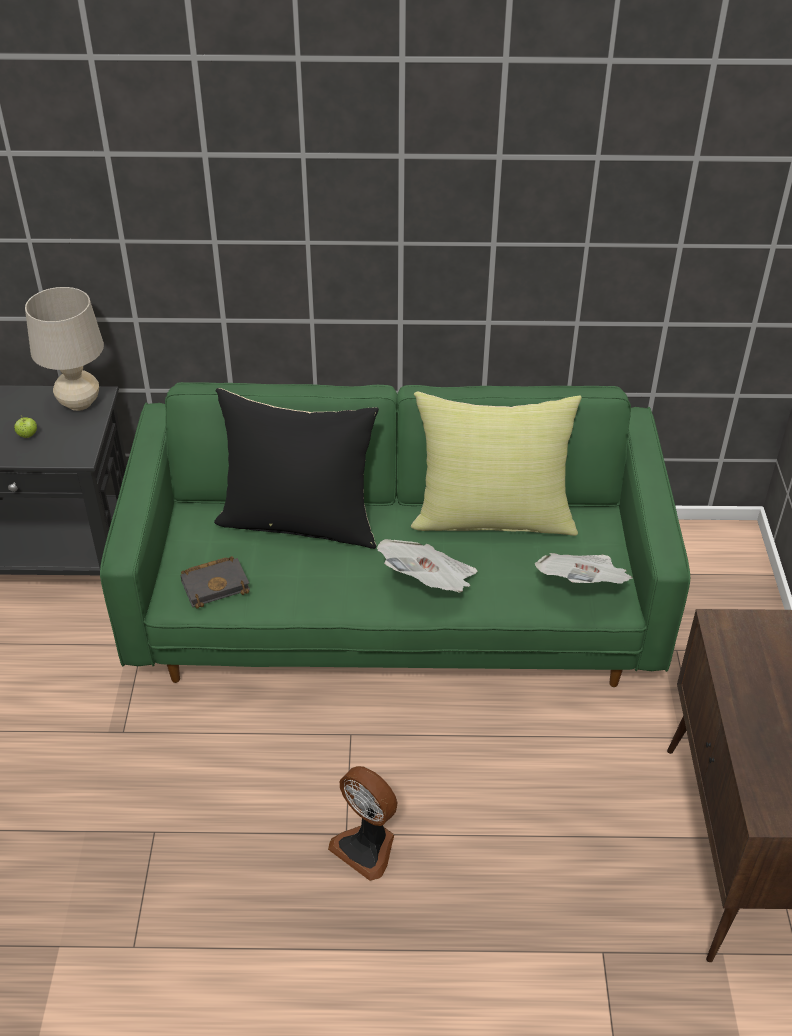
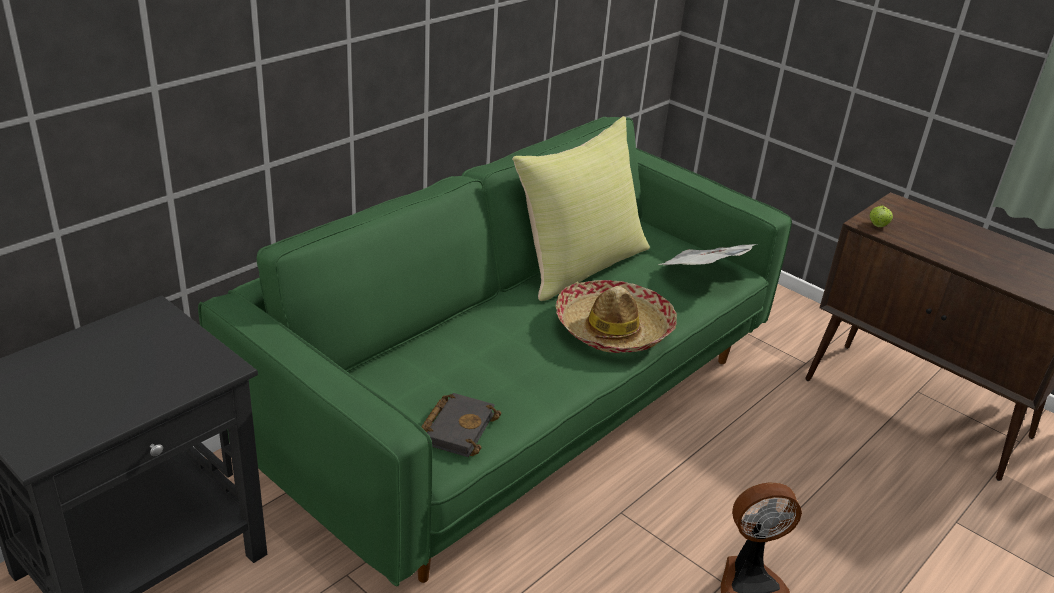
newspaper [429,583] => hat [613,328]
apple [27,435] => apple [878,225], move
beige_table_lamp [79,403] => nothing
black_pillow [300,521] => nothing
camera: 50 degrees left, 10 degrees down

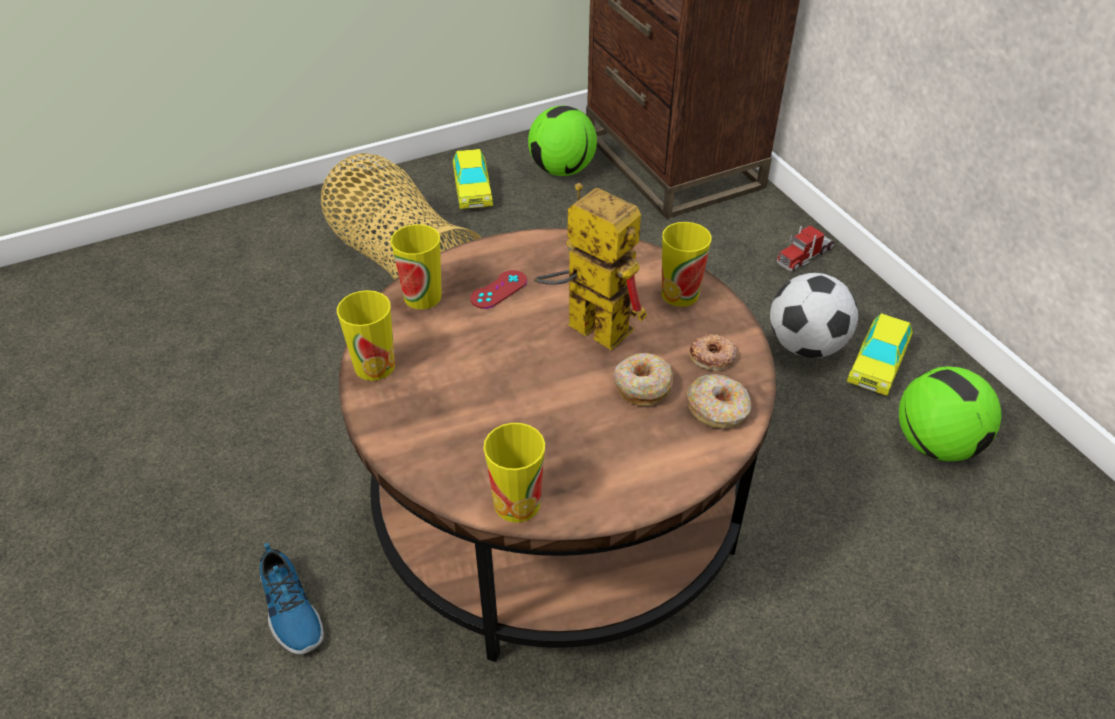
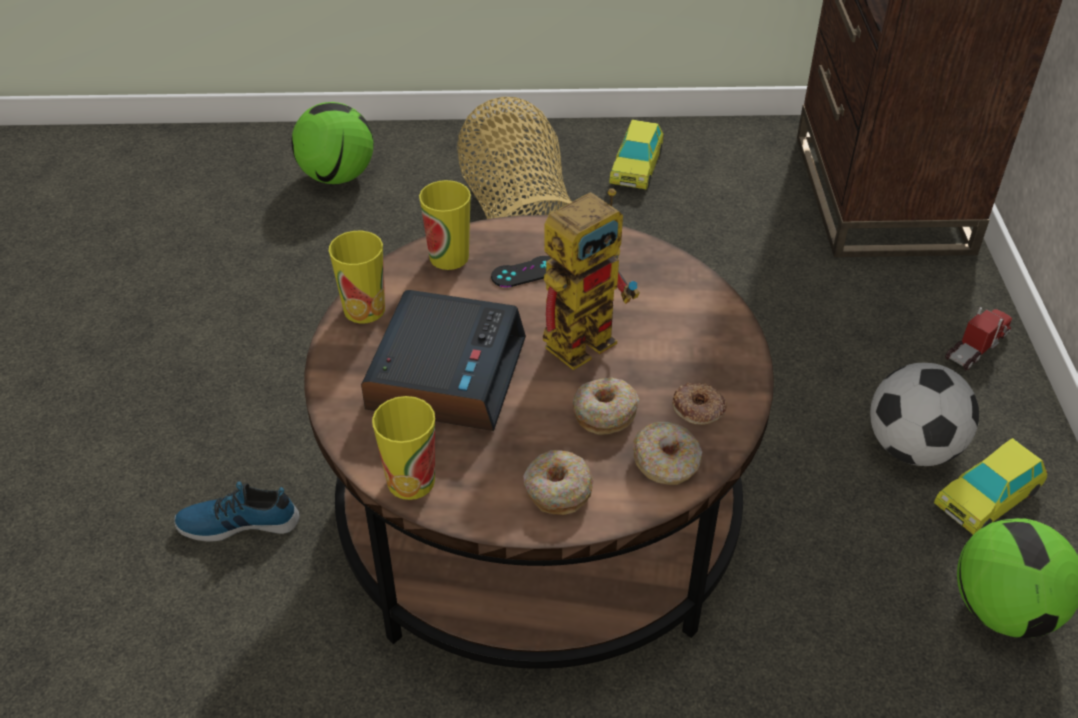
shoe [289,609] => shoe [239,521], 90 degrees clockwise
football [562,170] => football [338,176], move
nothing => alarm_clock [445,373]
red_game_controller [499,290] => black_game_controller [525,272]
nothing => donut [557,490]
toy_robot [585,325] => toy_robot [587,334], 75 degrees clockwise
toy_truck [805,256] => toy_truck [976,347], 150 degrees clockwise
cup [679,294] => nothing
camera: 25 degrees right, 0 degrees up

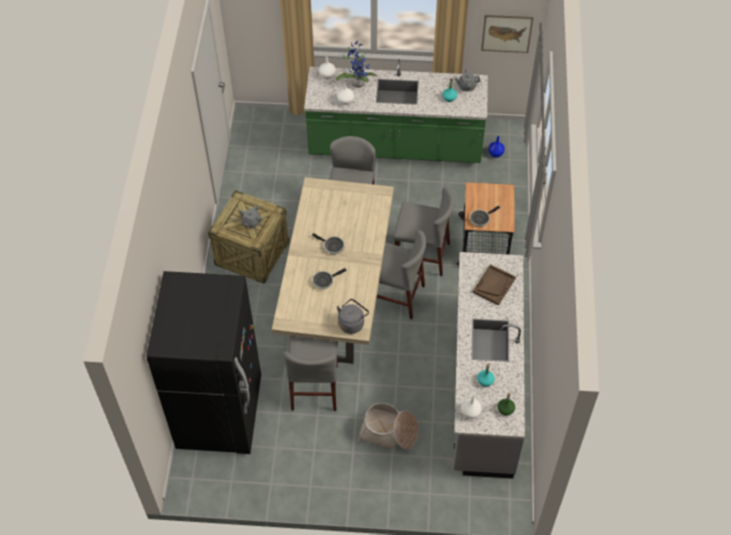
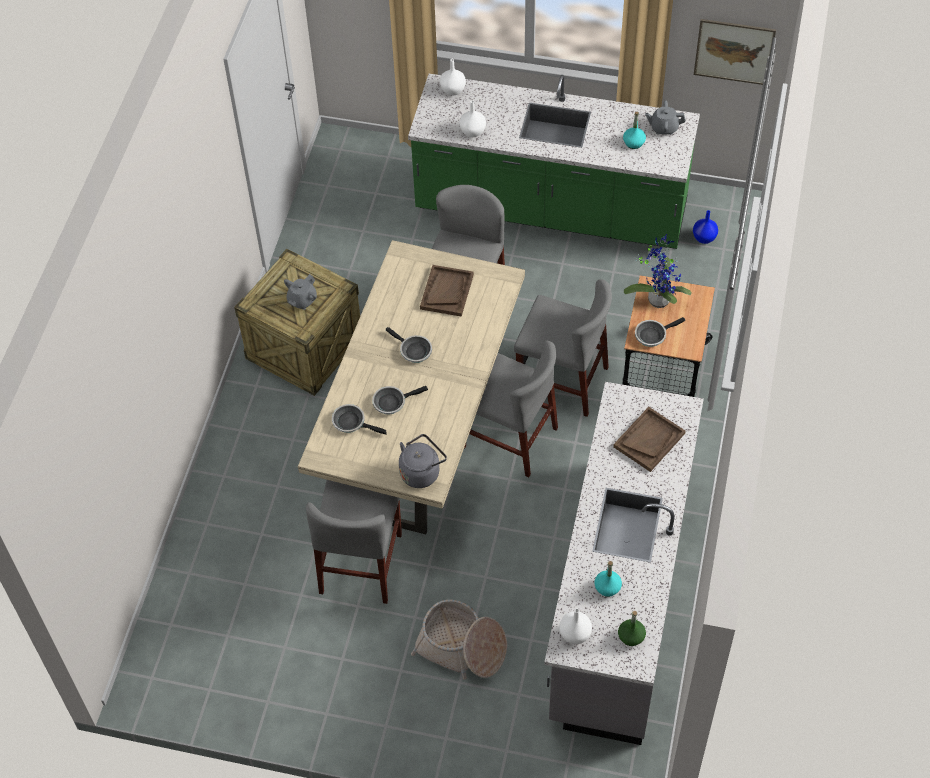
nothing => frying_pan [351,422]
nothing => brown_tray [446,291]
potted_plant [357,82] => potted_plant [658,298], move
black_fridge [220,413] => nothing
camera: 10 degrees right, 0 degrees up

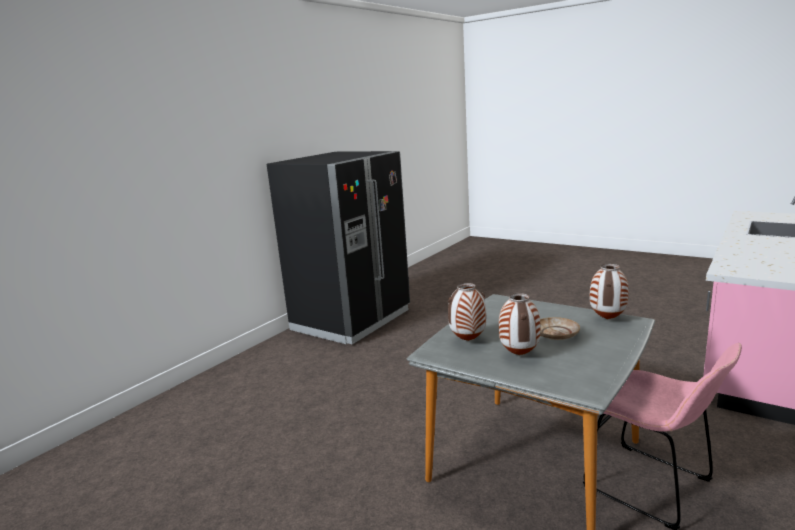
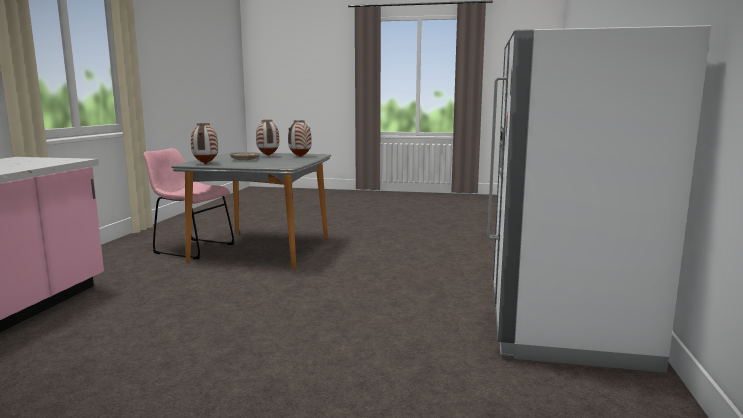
black_fridge [351,320] => white_fridge [564,327]
camera: 155 degrees right, 5 degrees down

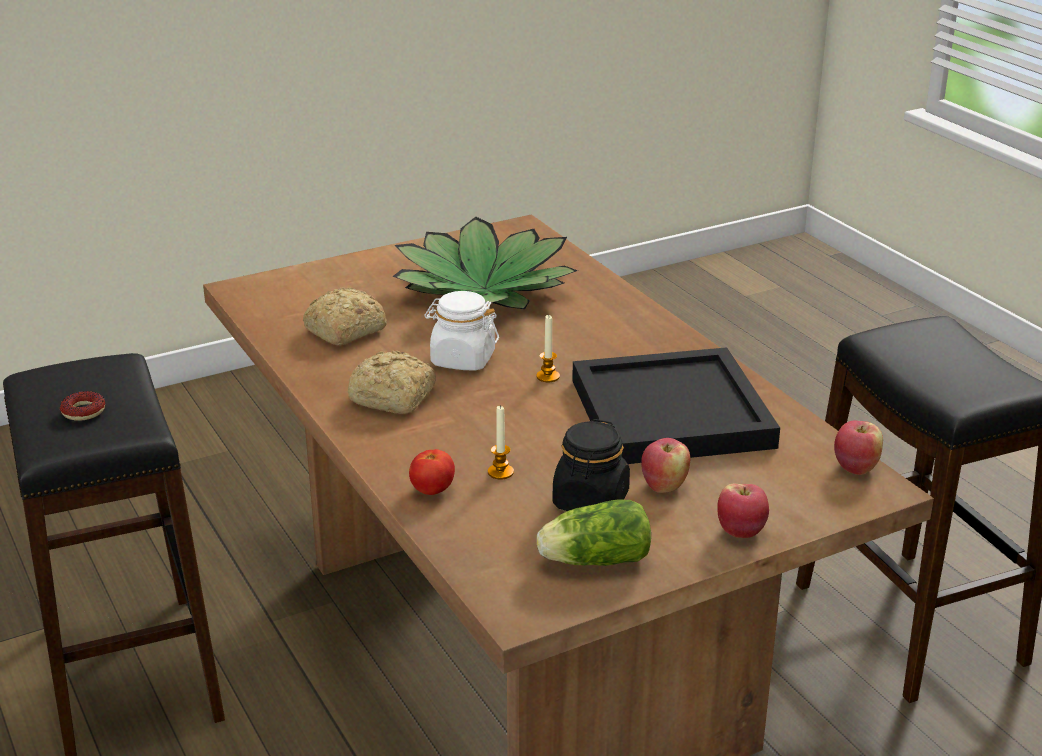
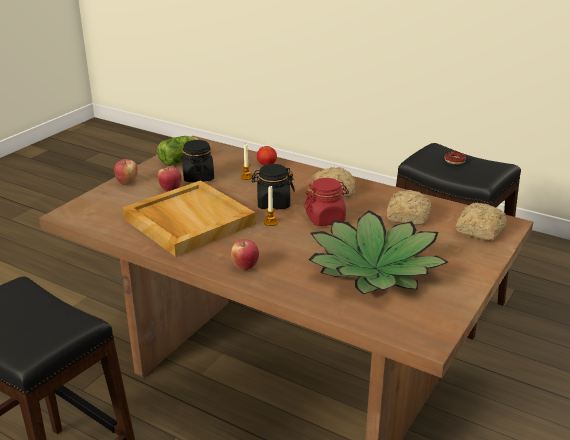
black_tray [673,414] => beige_tray [188,221]
apple [855,468] => apple [245,266], move
nothing => black_jar [273,203]
white_jar [462,359] => red_jar [325,219]
nothing => bread [479,231]
camera: 150 degrees right, 0 degrees up

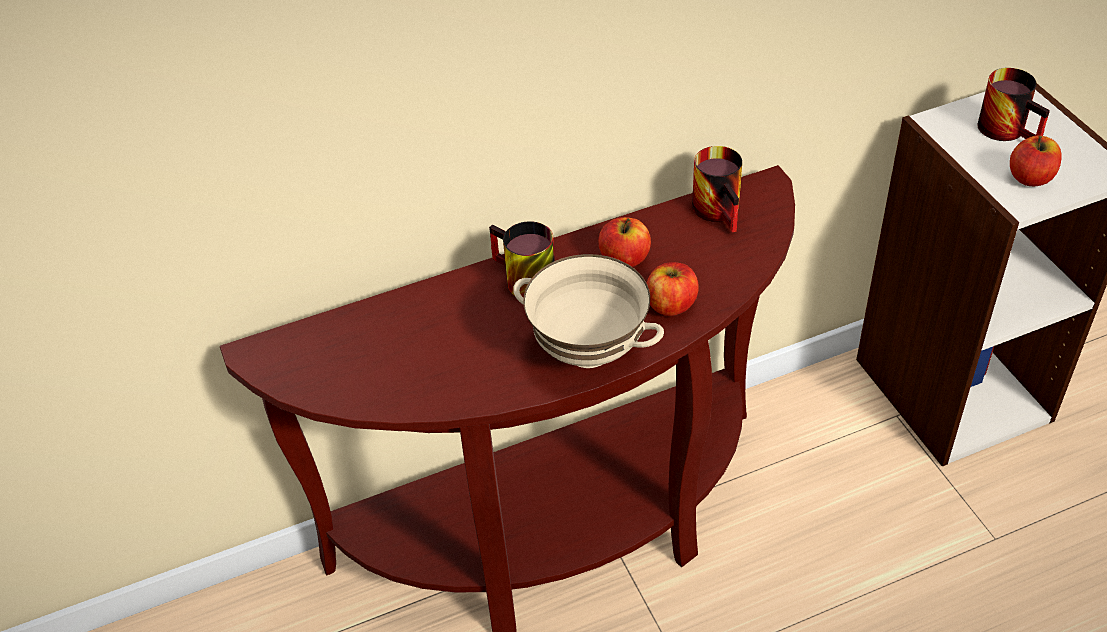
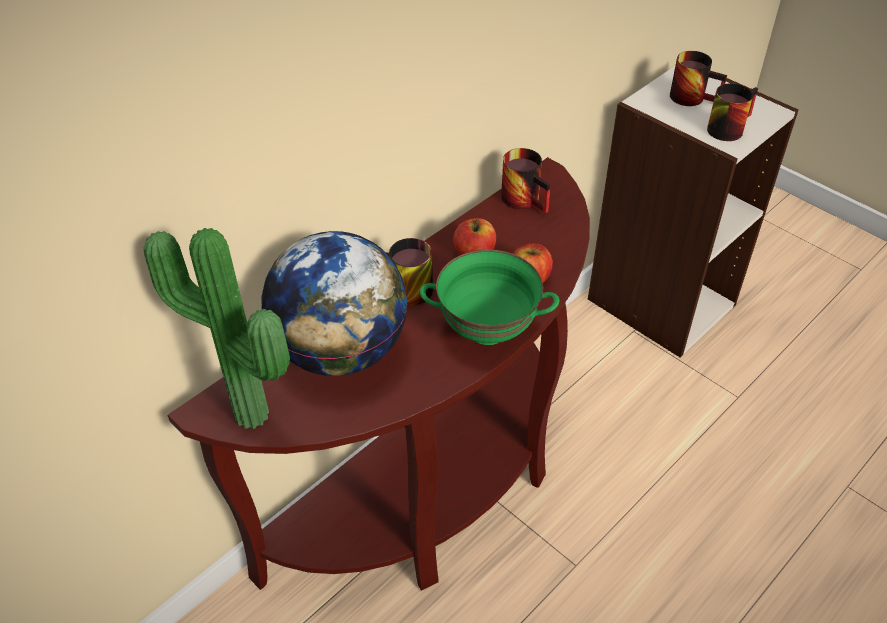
nothing => potted_plant [247,420]
nothing => globe [340,351]
beige_bowl [587,352] => green_bowl [487,331]
apple [1030,178] => mug [726,126]
camera: 25 degrees left, 0 degrees up

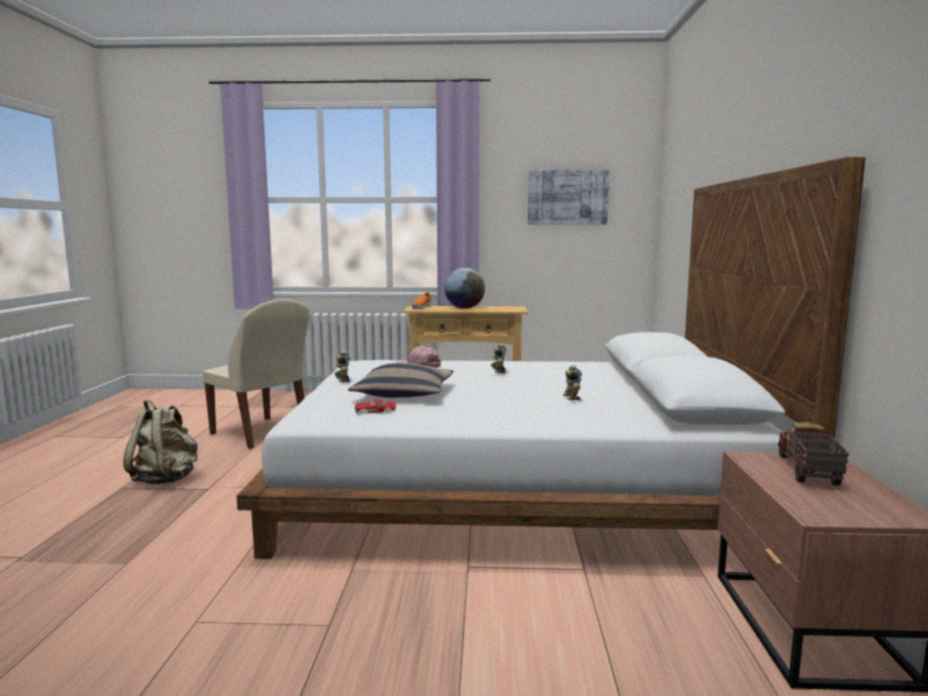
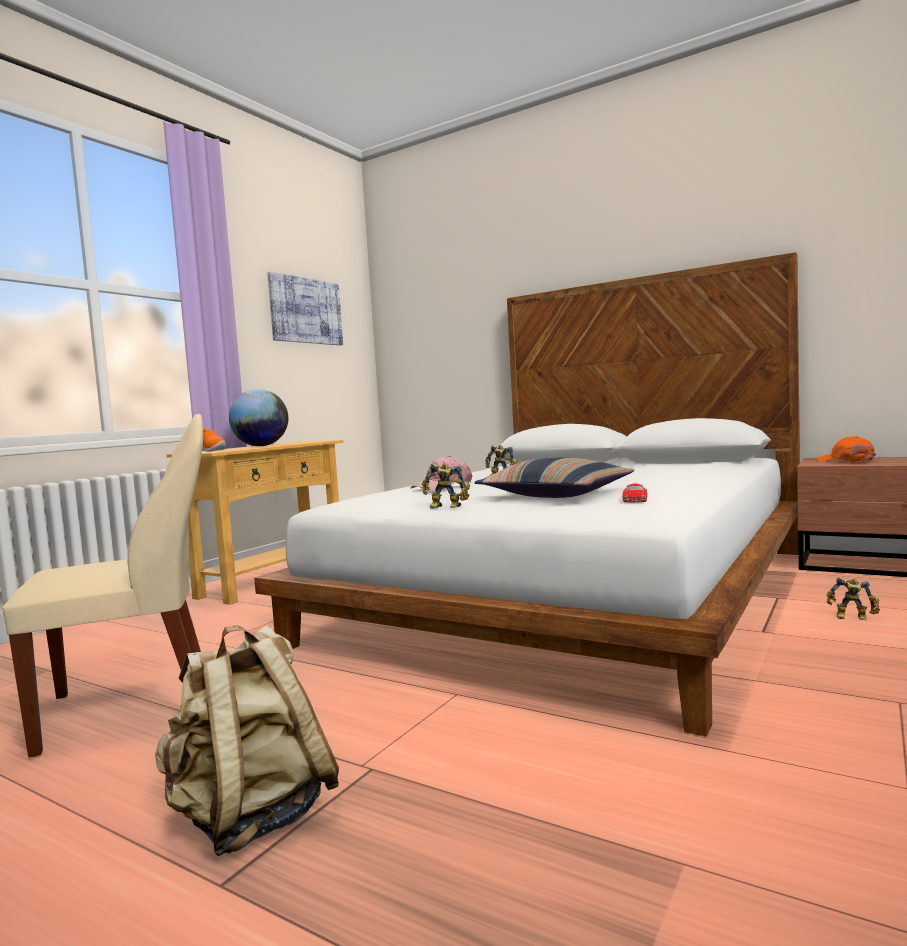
toy_truck [807,471] => orange_cap [846,461]
toy_robot [570,398] => toy_robot [853,618], move
camera: 60 degrees left, 5 degrees down

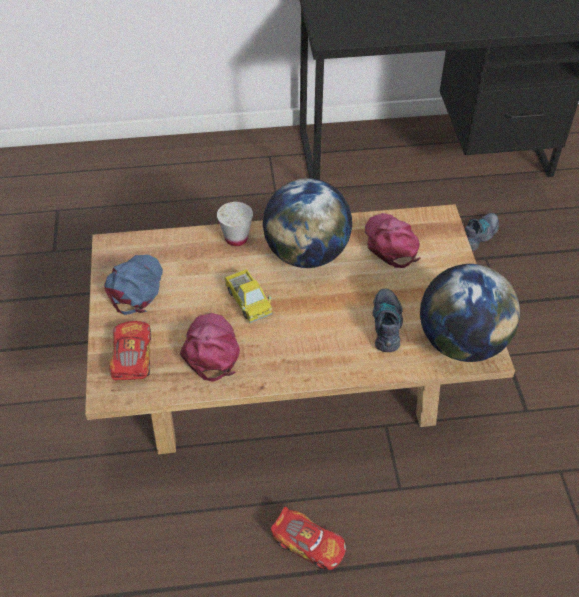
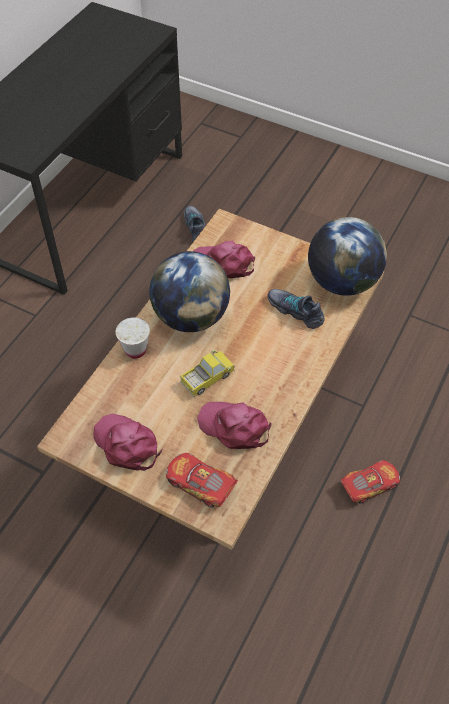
blue_cap [135,287] => pink_cap [127,444]
toy_truck [248,302] => toy_truck [207,378], 45 degrees counterclockwise
camera: 55 degrees left, 5 degrees up

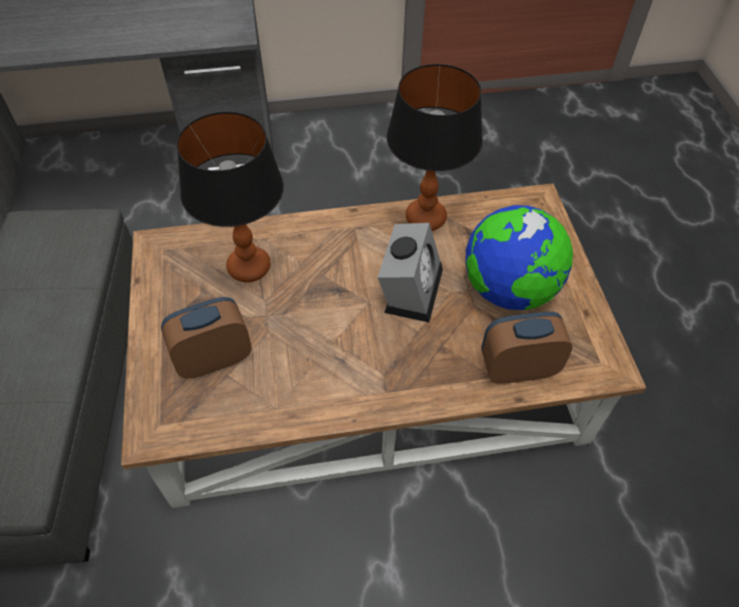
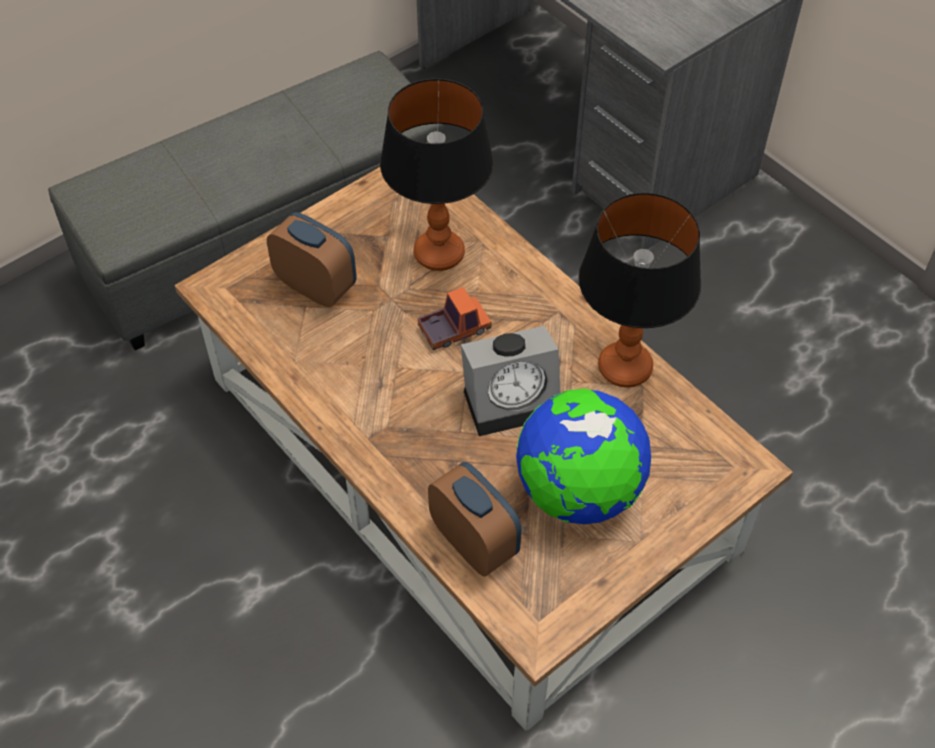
nothing => toy_truck [454,329]
camera: 60 degrees right, 0 degrees up

